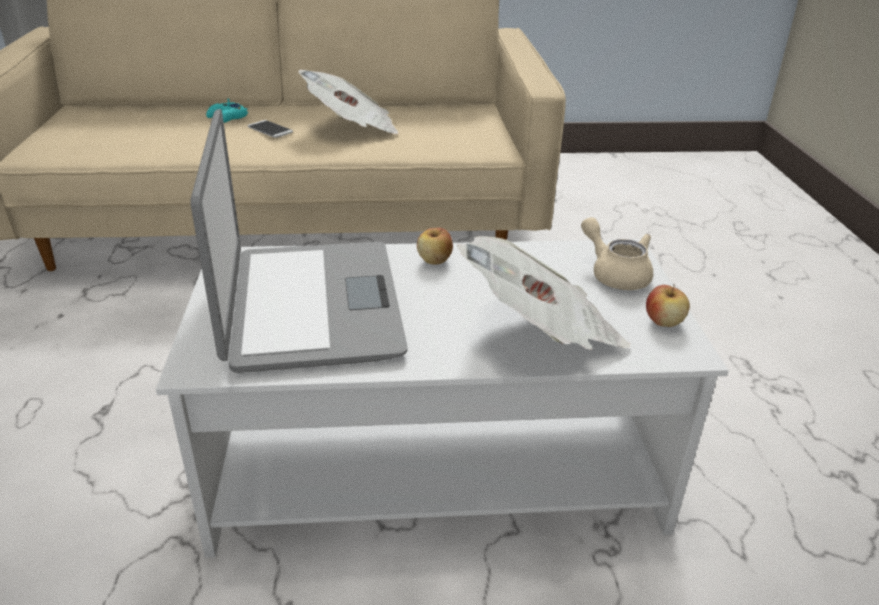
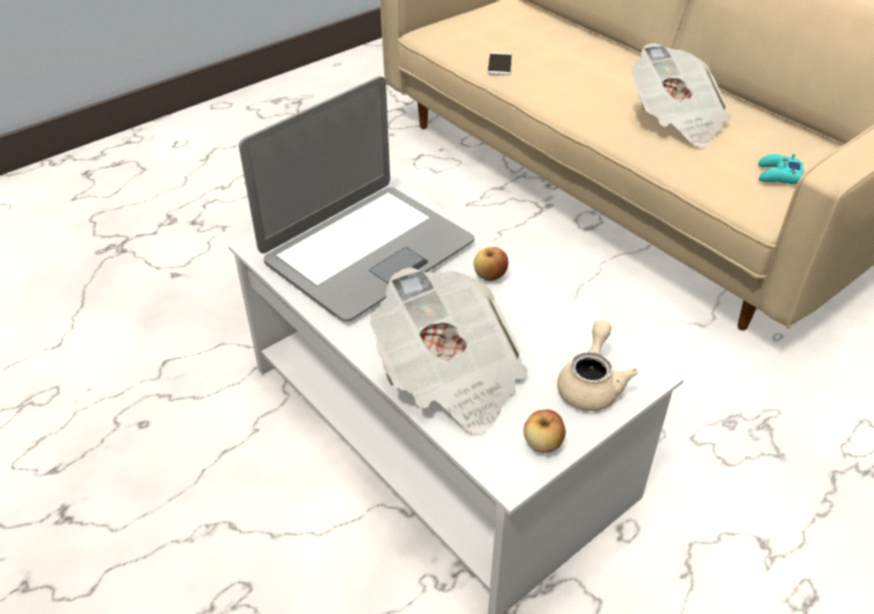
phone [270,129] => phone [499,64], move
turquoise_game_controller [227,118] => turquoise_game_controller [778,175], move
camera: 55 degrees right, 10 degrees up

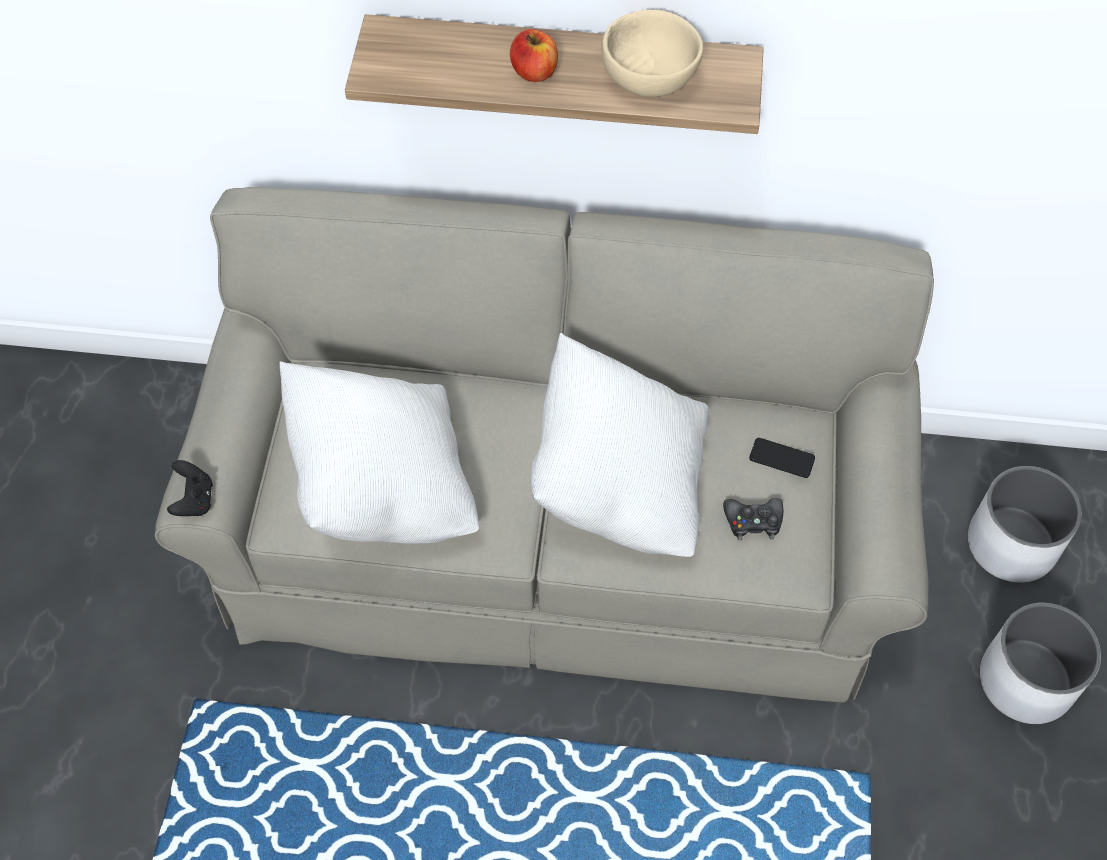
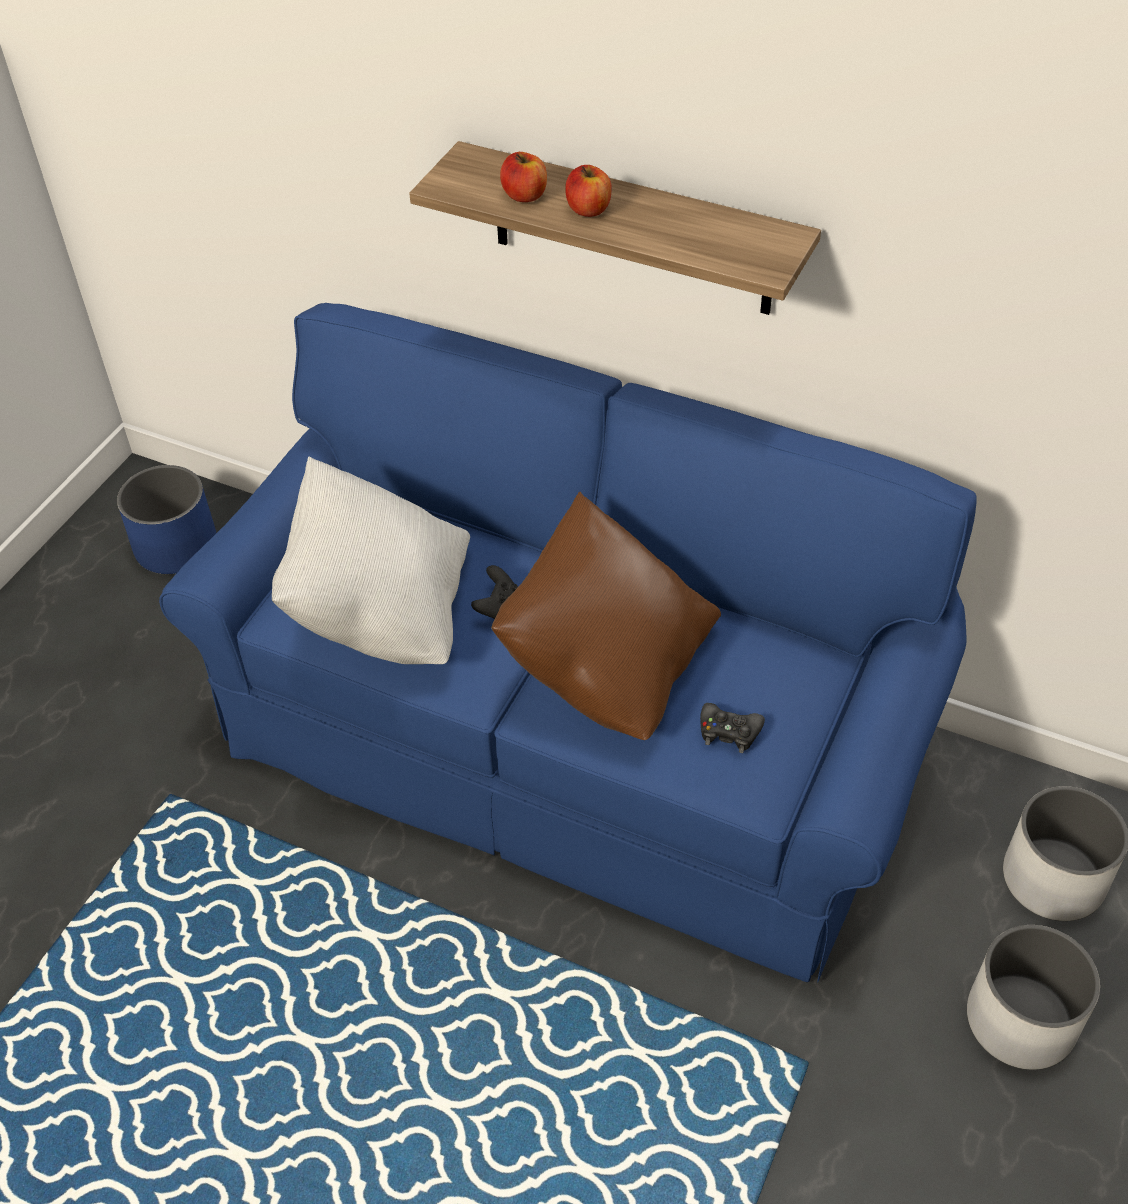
nothing => blue_planter [177,547]
grey_sofa [553,535] => blue_sofa [568,741]
black_game_controller [194,500] => black_game_controller [498,607], move
white_pillow [619,484] => brown_pillow [607,665]
nothing => apple [524,195]
beige_bowl [648,79] => nothing
phone [781,458] => nothing
camera: 20 degrees right, 10 degrees down

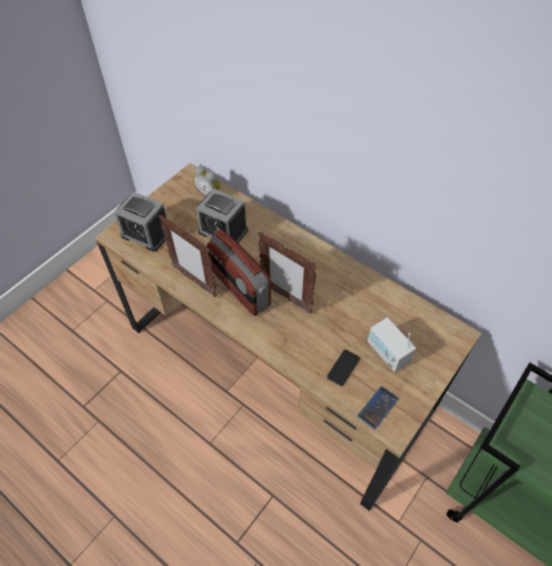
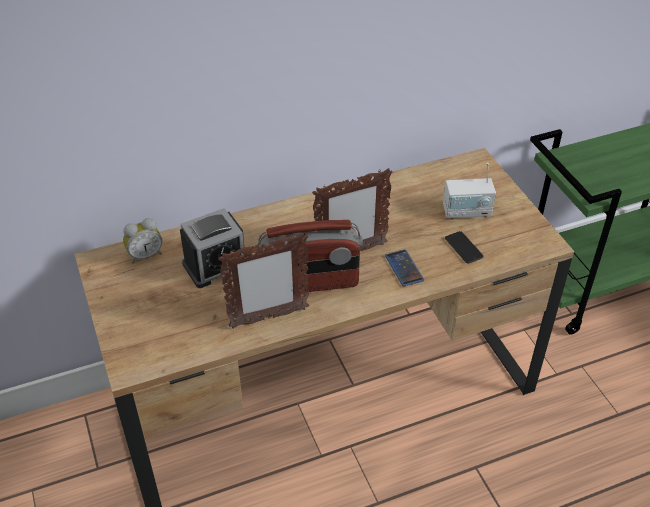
phone [377,407] => phone [404,268], move
alarm_clock [146,234] => nothing
camera: 60 degrees left, 10 degrees down

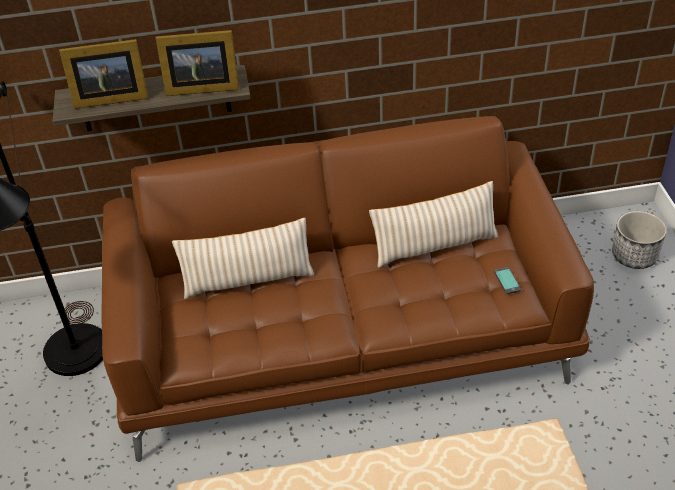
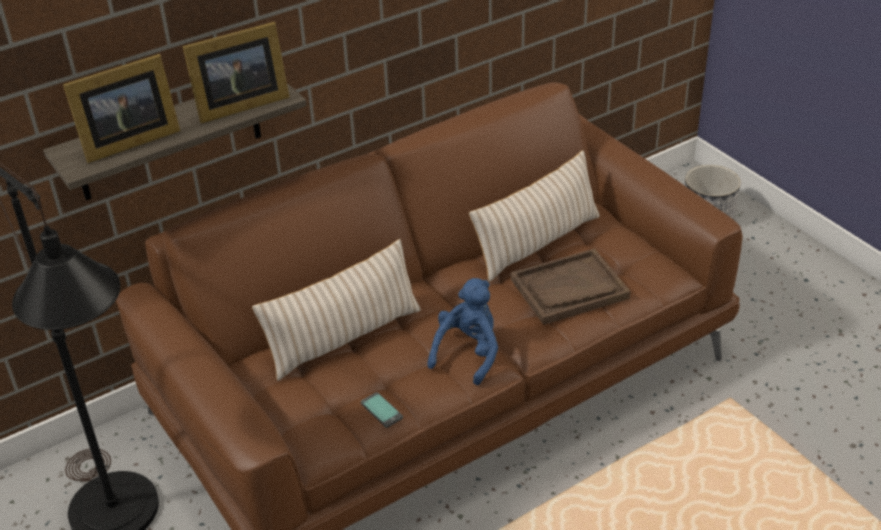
phone [507,281] => phone [382,410], move
nothing => blue_plush_toy [468,353]
nothing => brown_tray [569,289]
camera: 25 degrees left, 5 degrees down

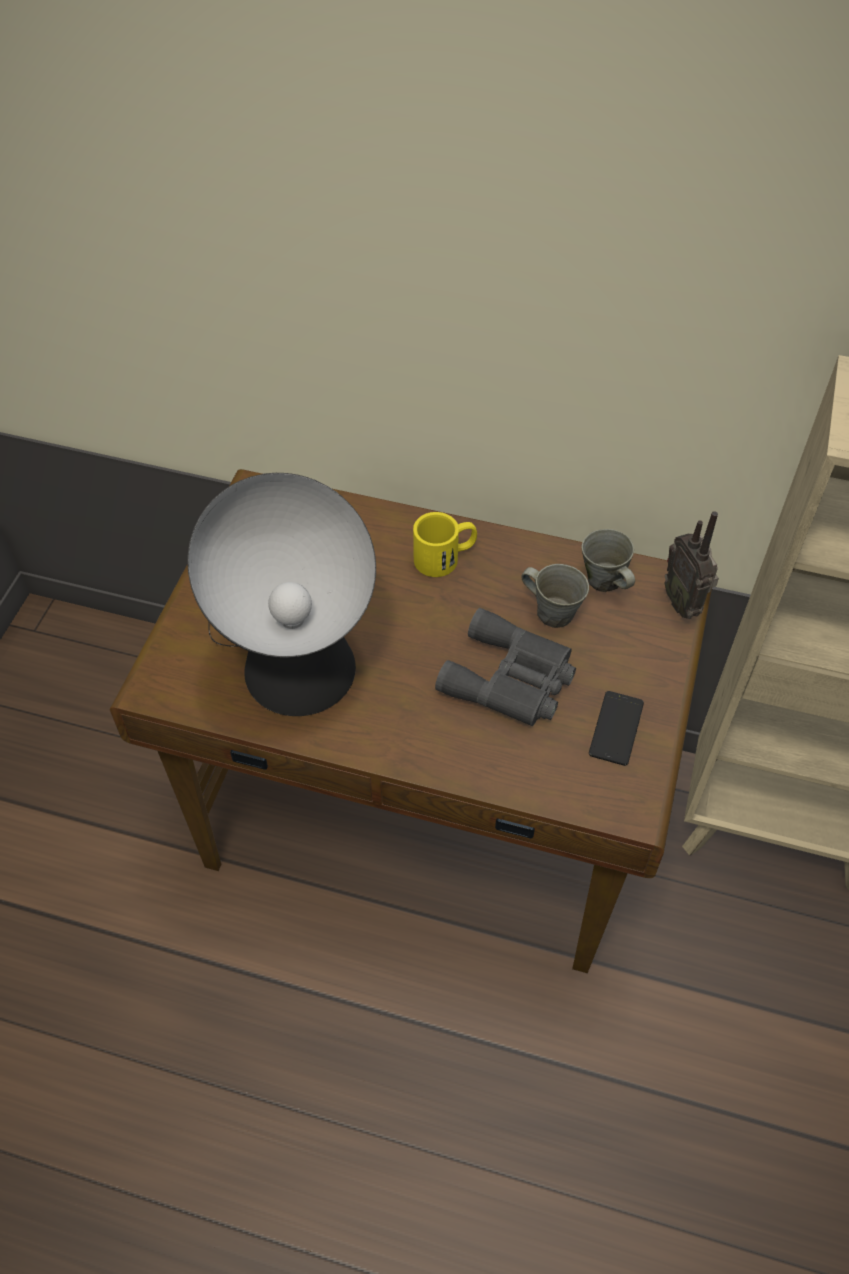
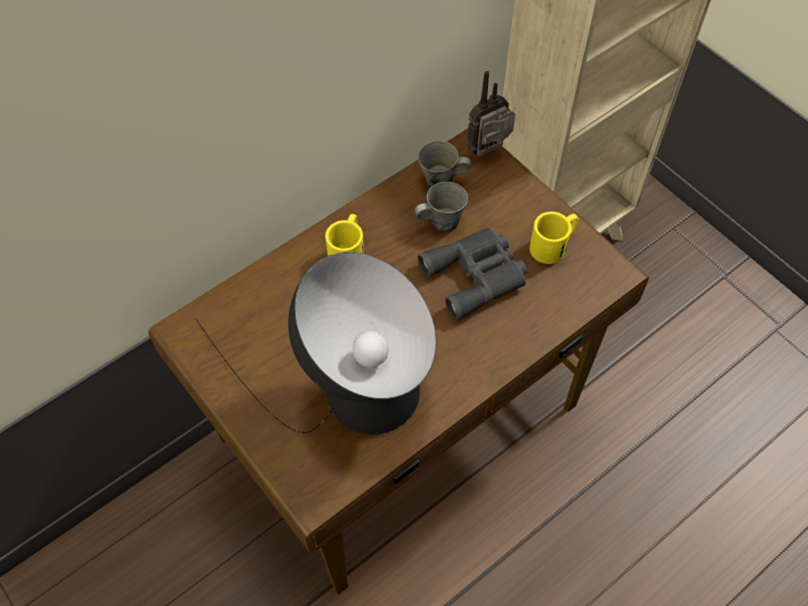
radio [683,602] => radio [489,152], 135 degrees clockwise
phone [616,728] => yellow_mug [553,245]
camera: 55 degrees left, 5 degrees up

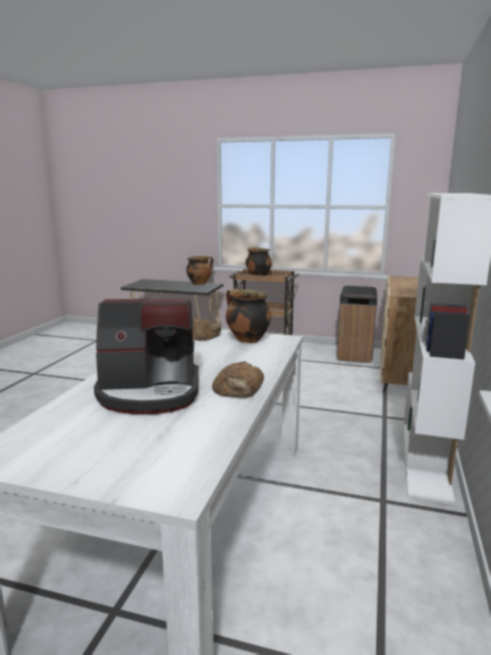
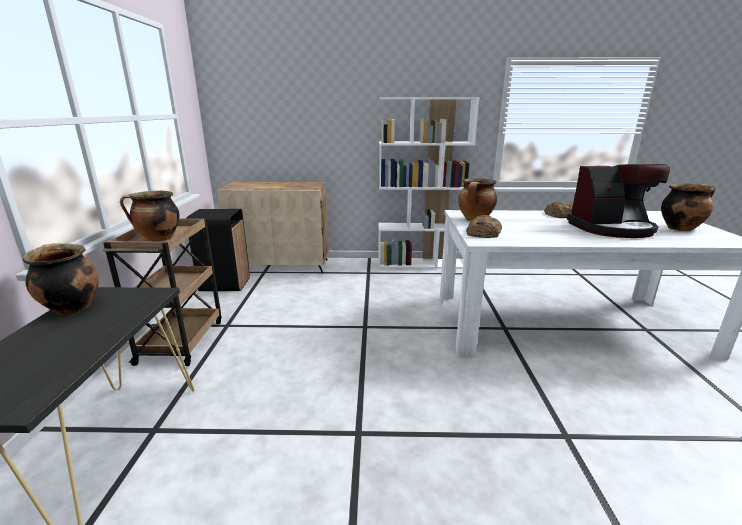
coffee_machine [150,393] => coffee_machine [611,228], 105 degrees clockwise
nothing => cooking_pot [680,228]
camera: 105 degrees left, 5 degrees up

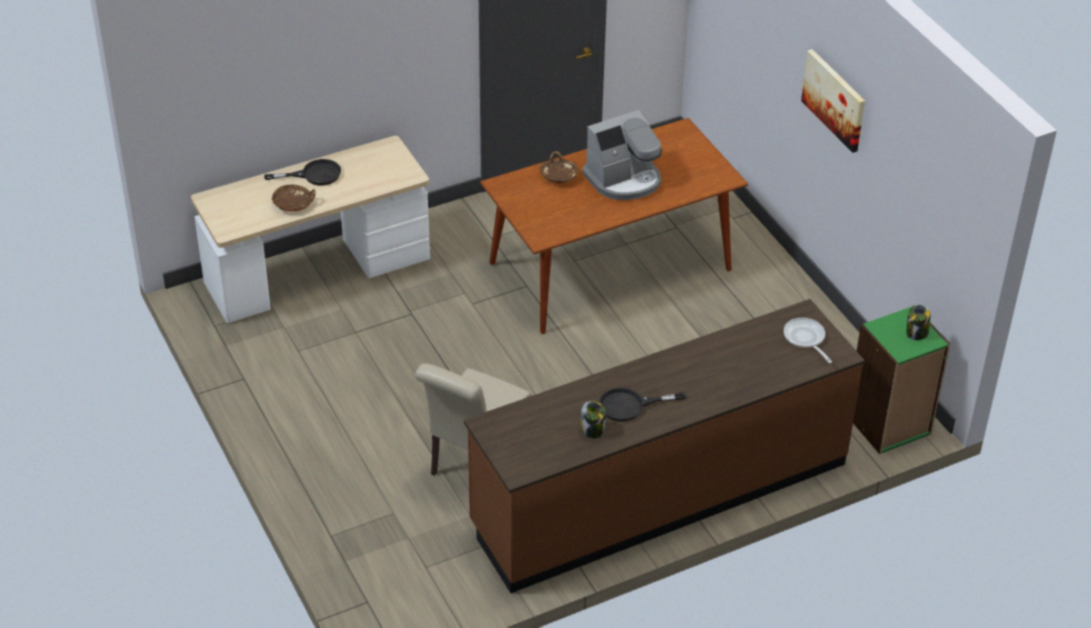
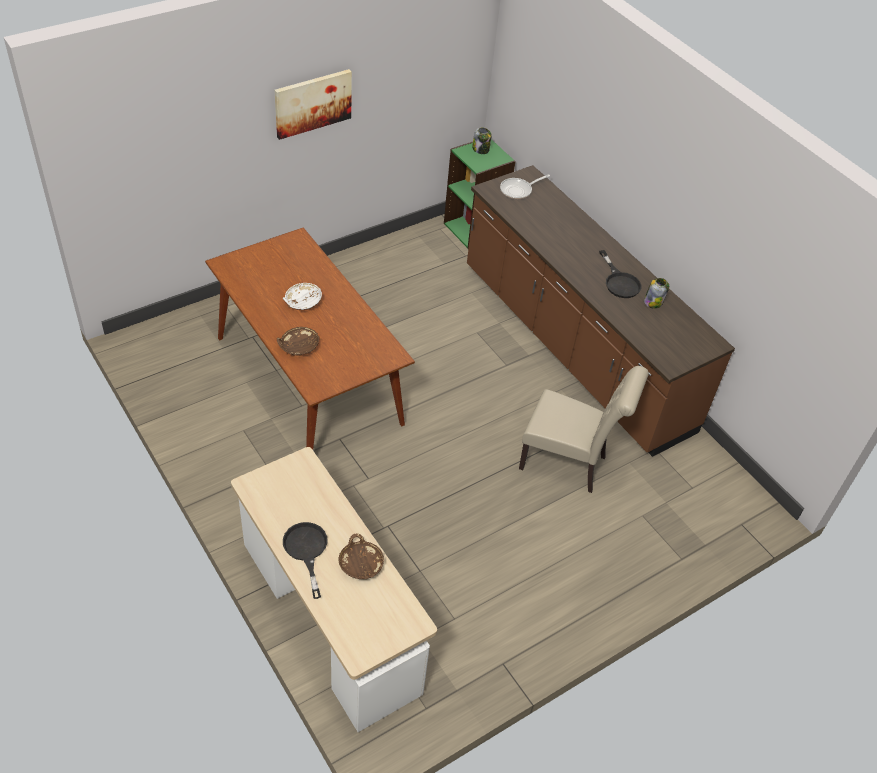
coffee_machine [624,179] => white_bowl [302,302]
camera: 100 degrees left, 5 degrees up

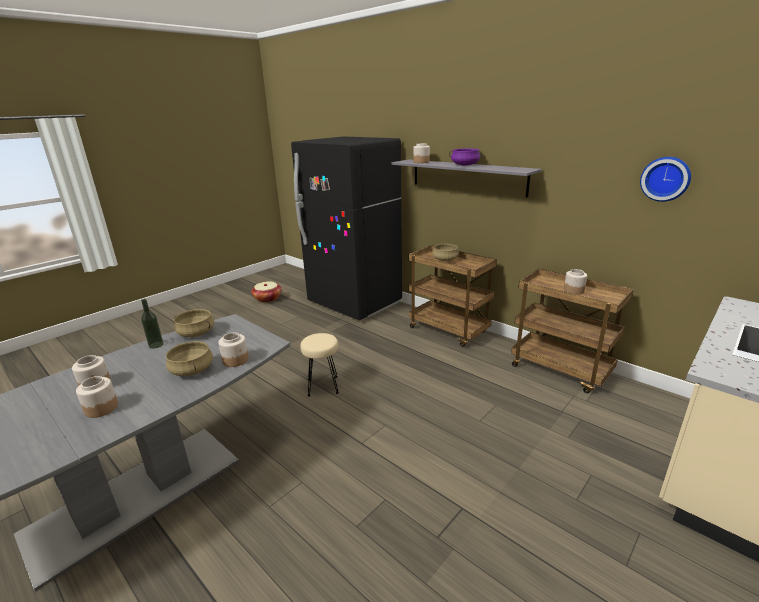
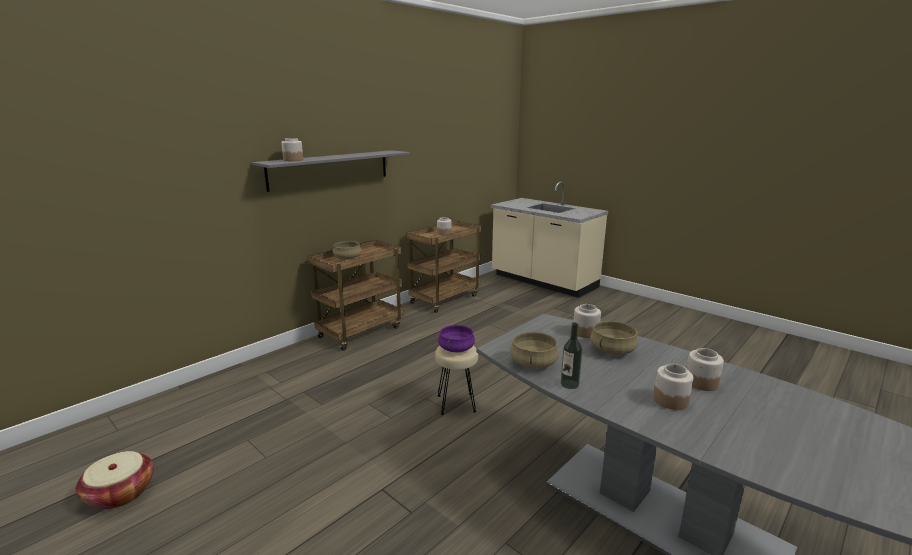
purple_cooking_pot [465,165] => purple_cooking_pot [456,349], move
black_fridge [354,303] => nothing
wall_clock [665,178] => nothing
camera: 90 degrees left, 5 degrees down

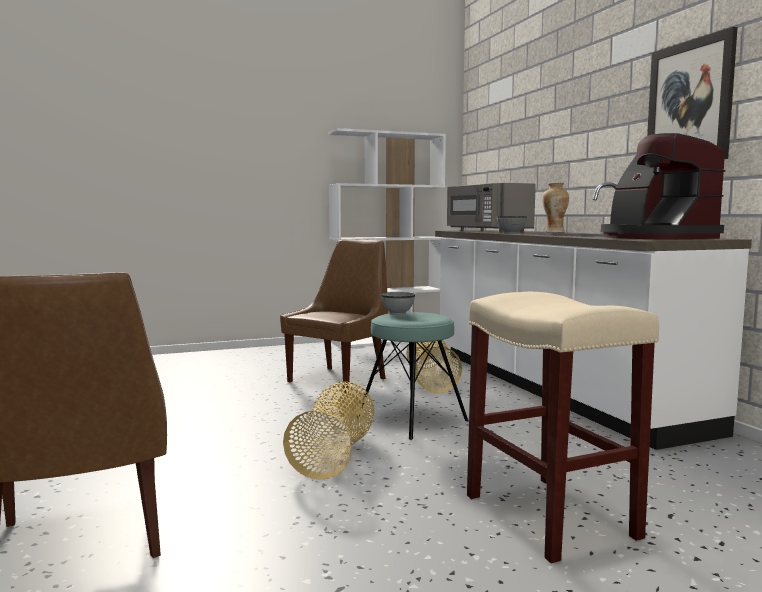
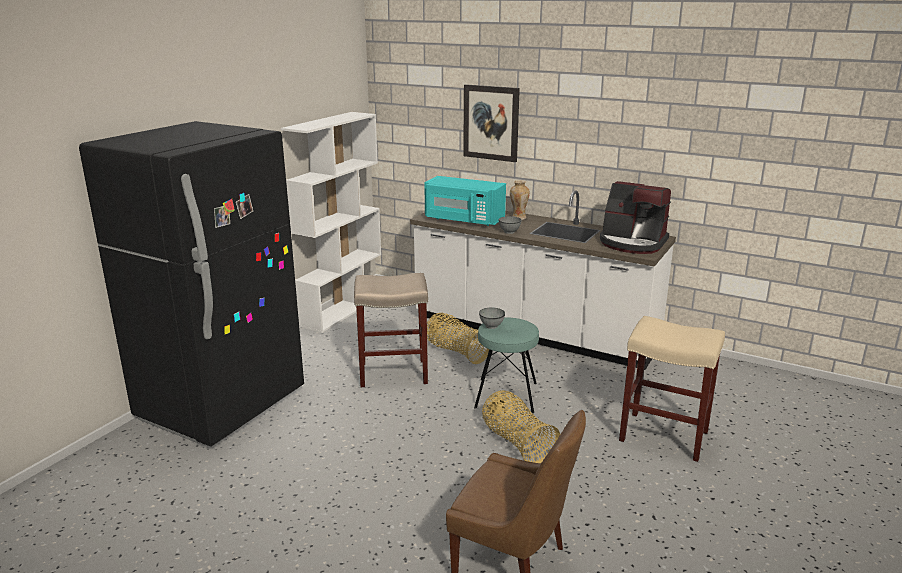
nothing => black_fridge [222,405]
brown_chair [339,379] => beige_stool [394,373]
grey_microwave [486,231] => turquoise_microwave [463,220]
picture [689,102] => picture [491,123], move
camera: 40 degrees left, 15 degrees up

